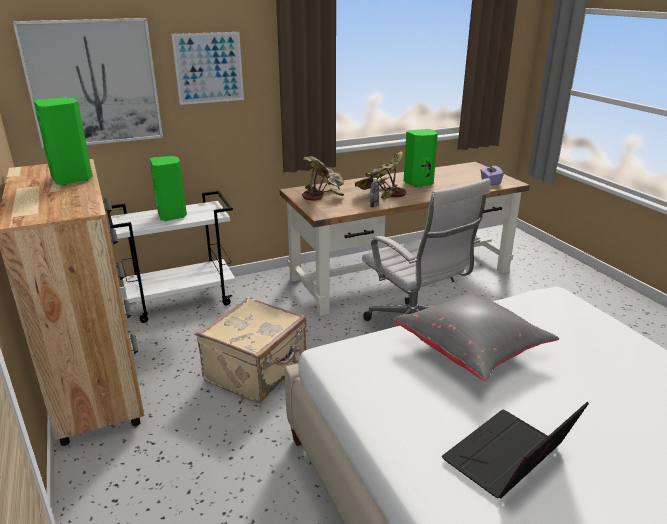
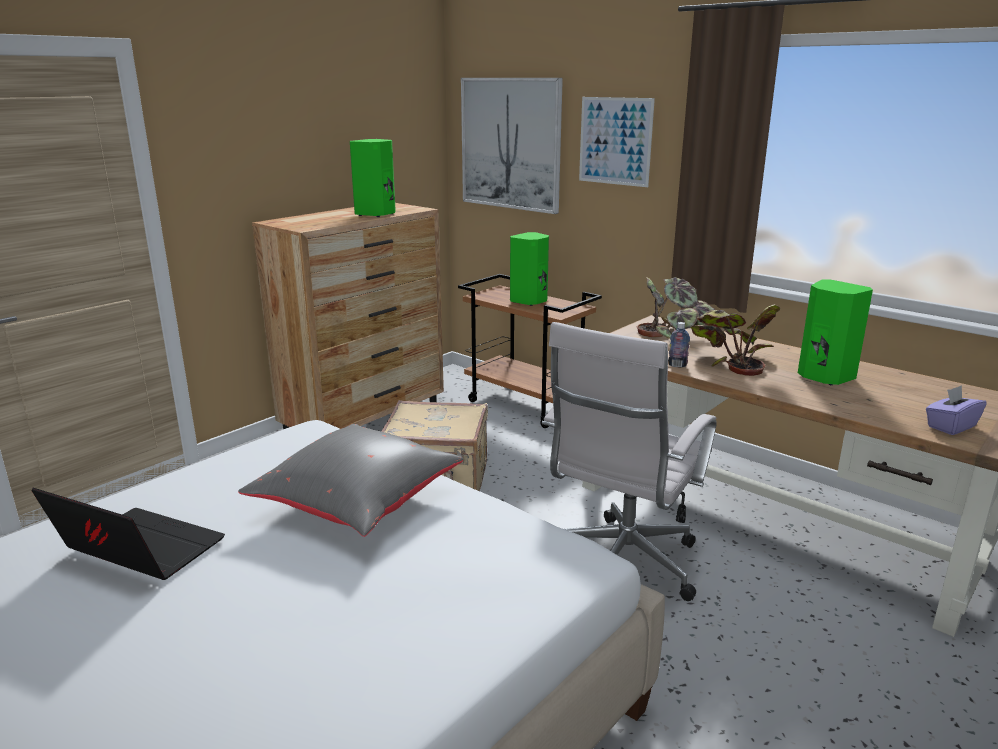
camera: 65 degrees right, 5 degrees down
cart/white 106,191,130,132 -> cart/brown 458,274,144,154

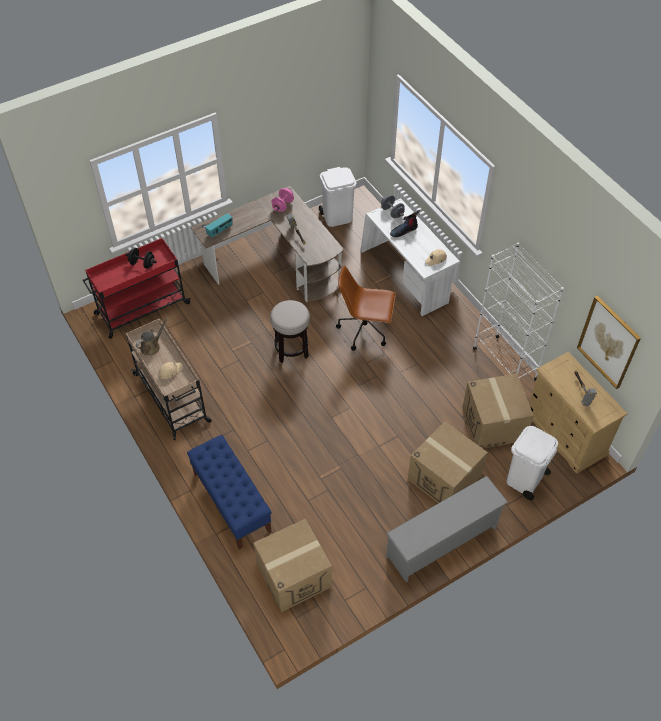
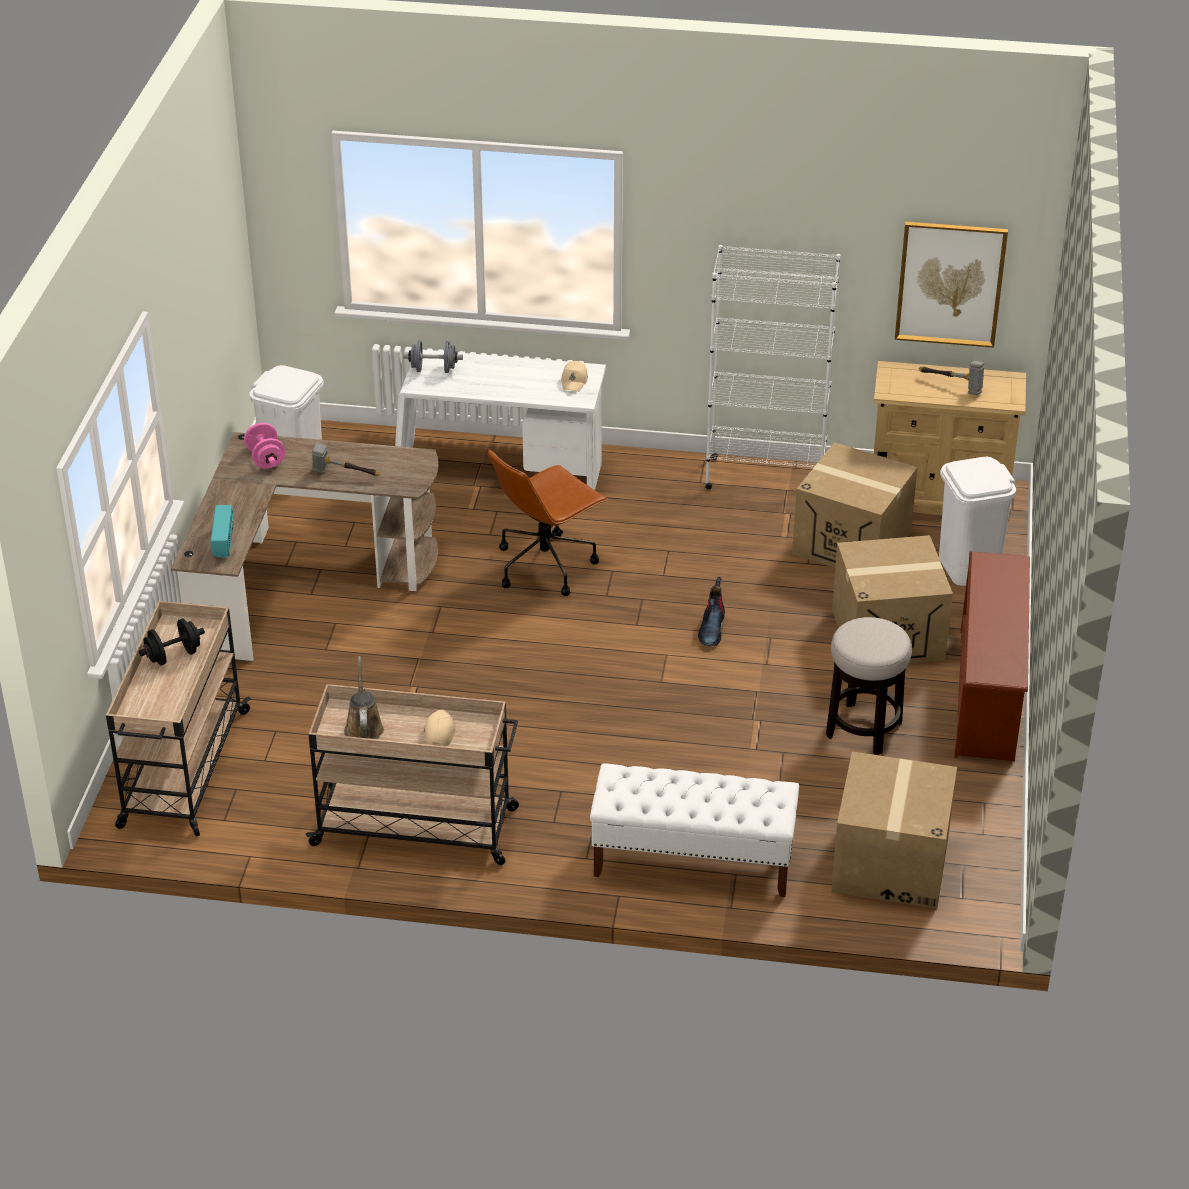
camera: 50 degrees left, 15 degrees down
cart/reddish 83,238,108,101 -> cart/sand-coloured 106,601,145,236
bench/blue 187,435,85,115 -> bench/white 590,763,209,134
tall boot 390,210,30,27 -> tall boot 698,577,27,69, move
stool 270,300,40,63 -> stool 826,617,86,138, move
shoe rack/greyish 386,476,122,106 -> shoe rack/brown 954,551,76,210

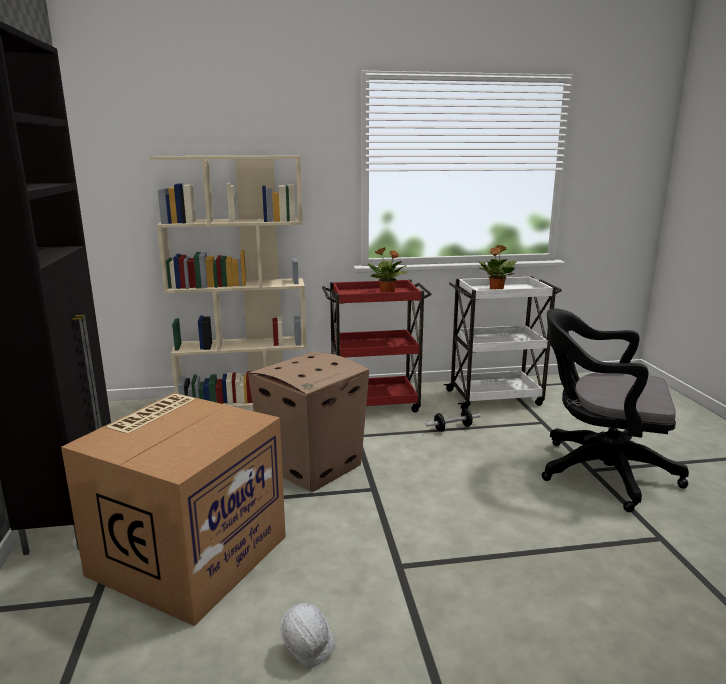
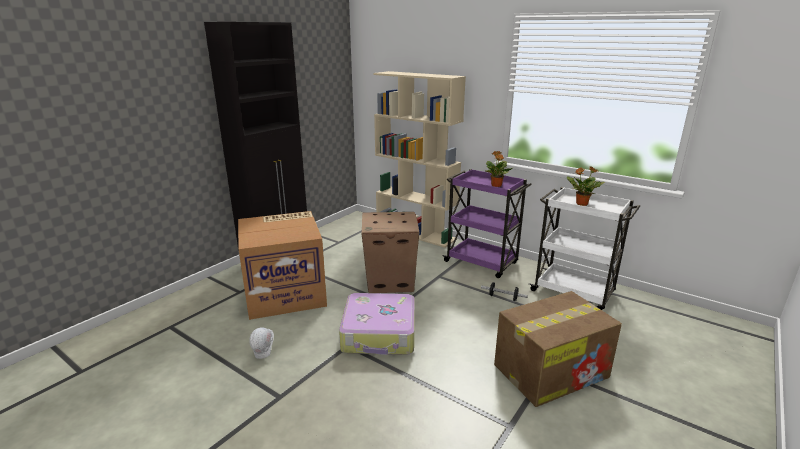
camera: 45 degrees right, 5 degrees up
none -> piece of luggage 339,293,76,62
cart/reddish 322,280,110,132 -> cart/purple-coloured 442,169,90,109
computer chair/black 542,308,147,204 -> cardboard box 494,291,128,116

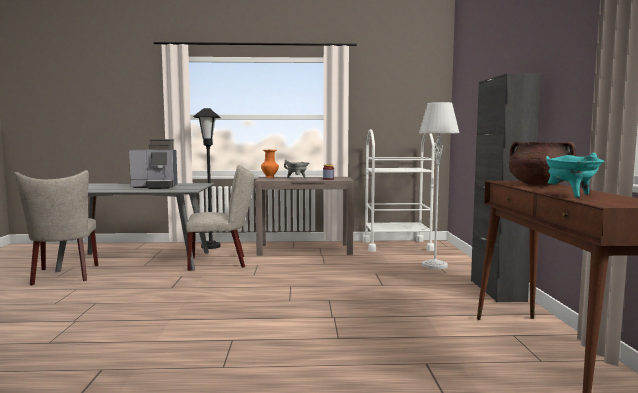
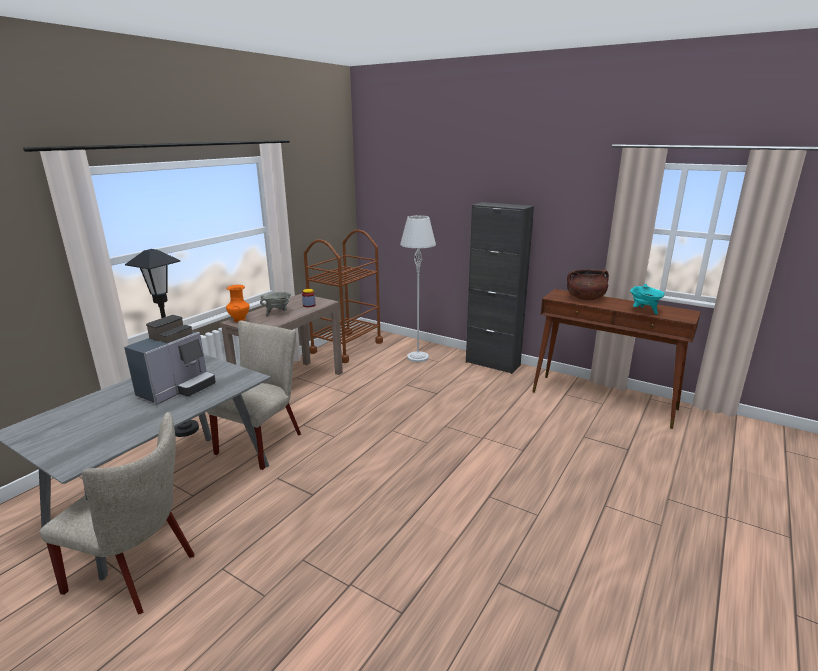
camera: 55 degrees left, 15 degrees up
cart/white 363,129,72,123 -> cart/brown 304,230,79,133

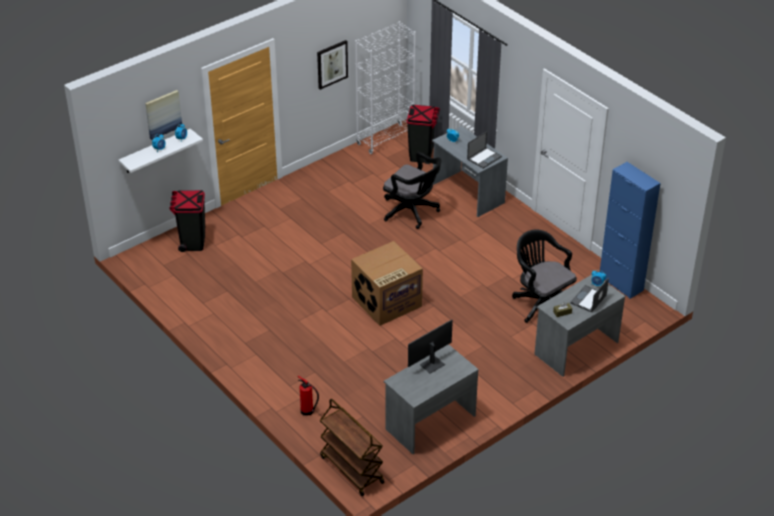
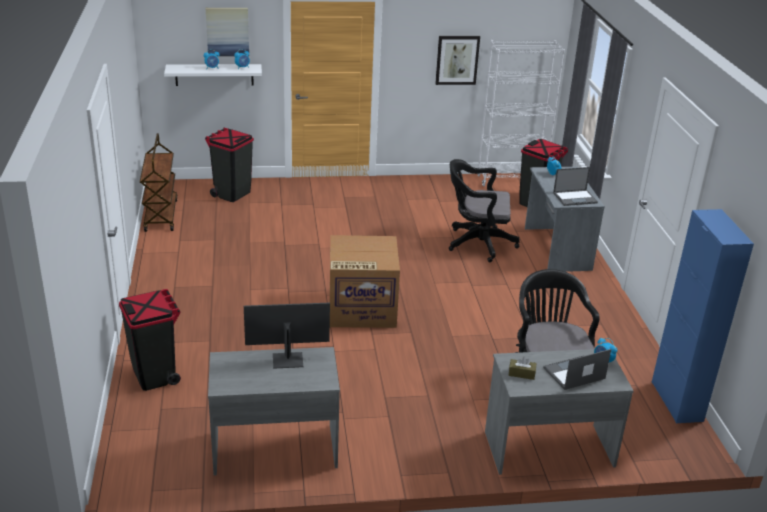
camera: 30 degrees right, 10 degrees down
extinguisher 298,376,21,39 -> waste bin/black 119,289,62,102
cart/brown 320,399,64,97 -> cart/brown 140,133,37,99, move
computer chair/black 383,152,58,77 -> computer chair/black 449,159,71,103, 120 degrees clockwise

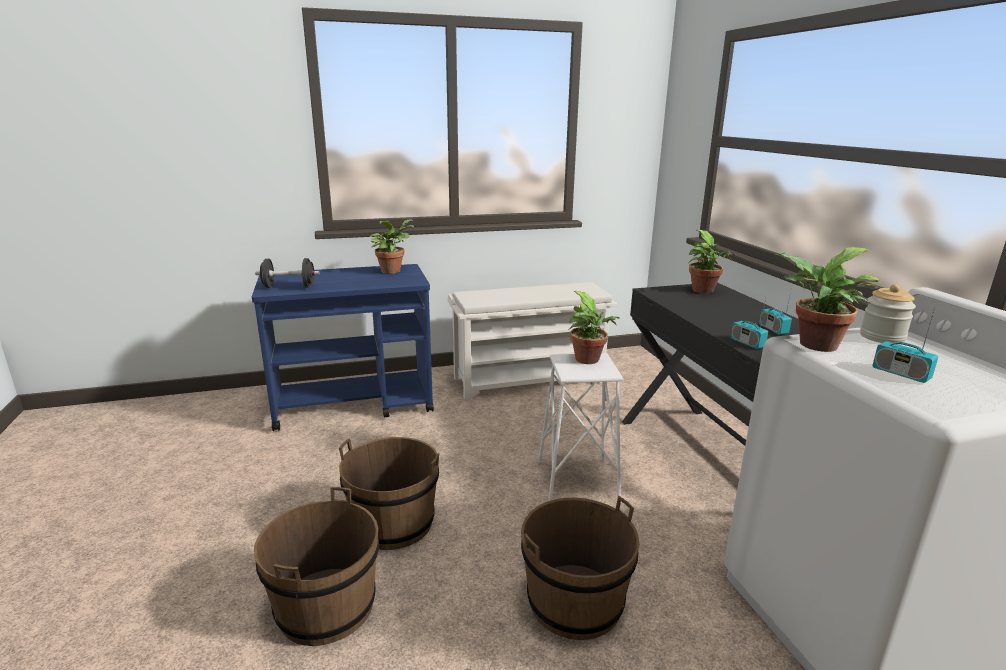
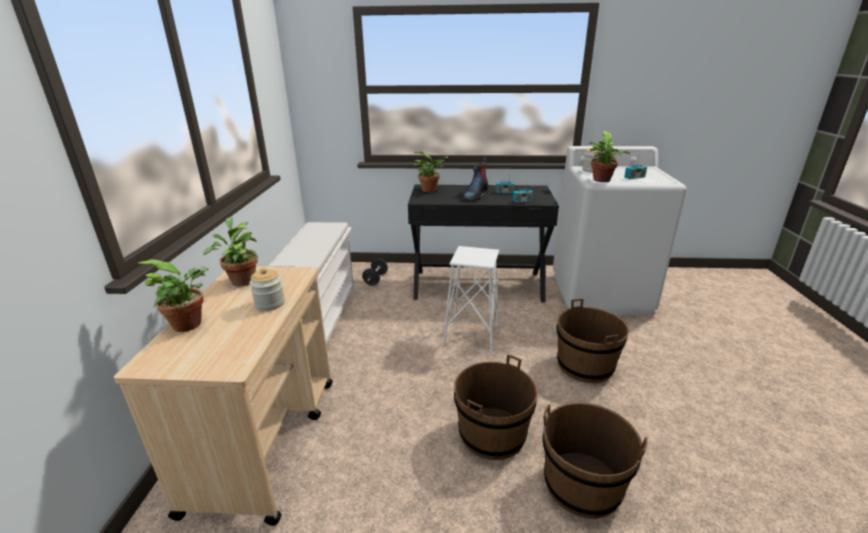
camera: 70 degrees left, 5 degrees up
cart/blue 252,264,182,167 -> cart/sand-coloured 114,266,219,260
houseplant 568,291,52,73 -> houseplant 136,259,72,73, move
none -> storage jar 249,268,36,43
hand weight/black 255,258,65,30 -> hand weight/black 362,259,26,26, move
none -> tall boot 462,156,26,44

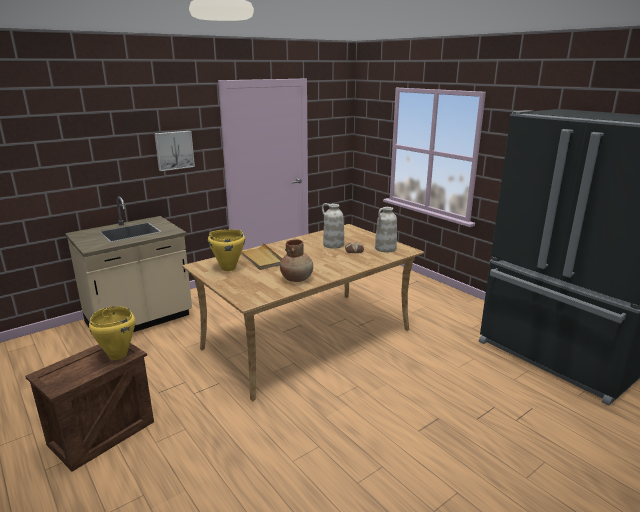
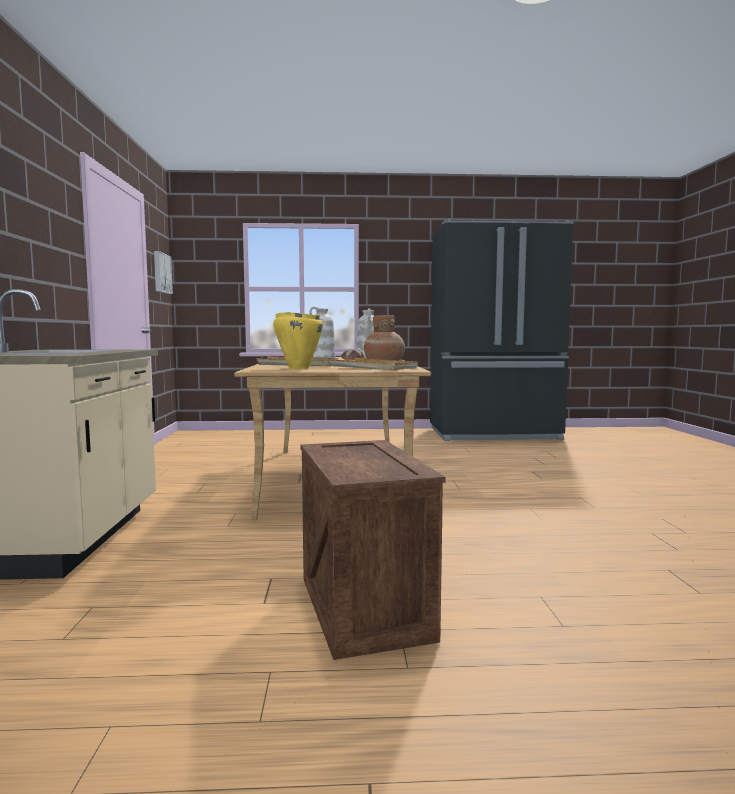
camera: 55 degrees left, 15 degrees down
picture 154,131,41,40 -> picture 154,251,19,43, move
none -> tray/sand-coloured 327,358,91,12
saucepot/yellow 89,306,46,54 -> none

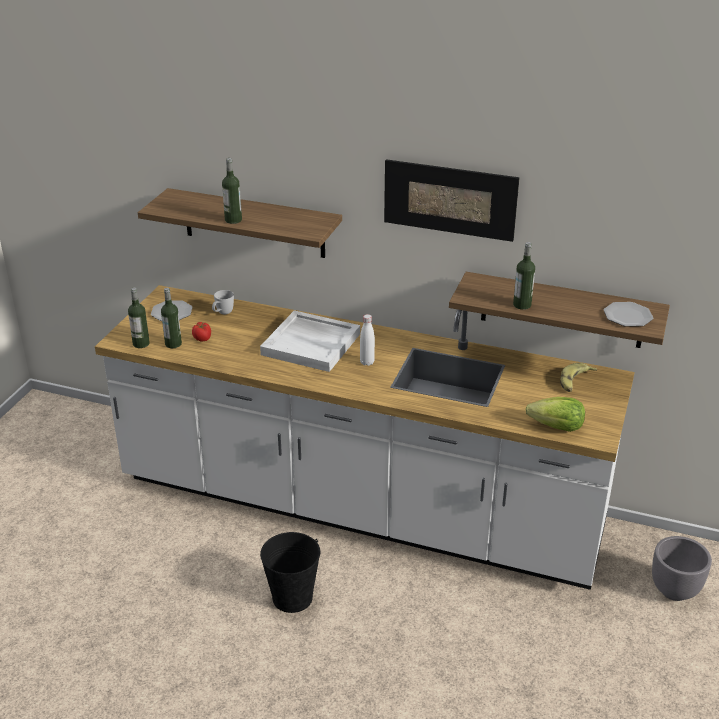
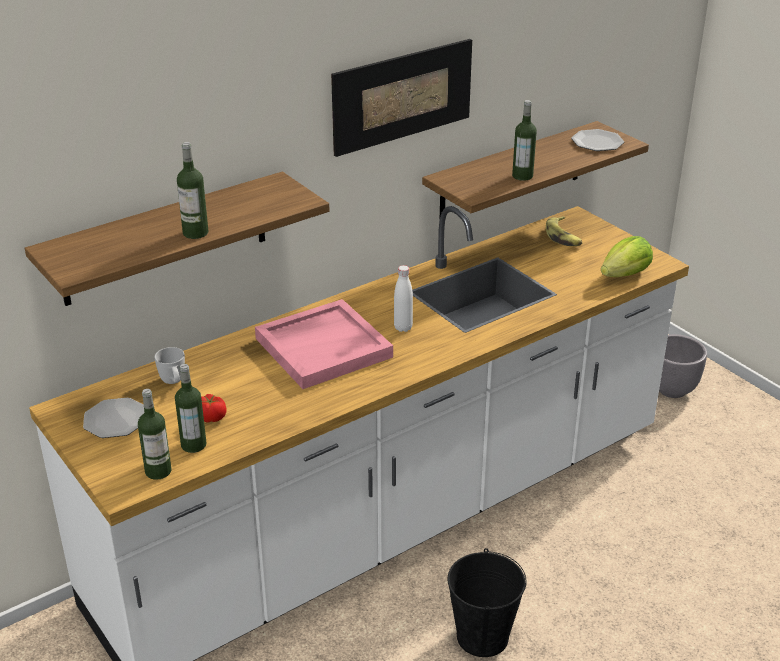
camera: 55 degrees left, 0 degrees up
tray/white 260,310,100,62 -> tray/pink 255,299,138,90

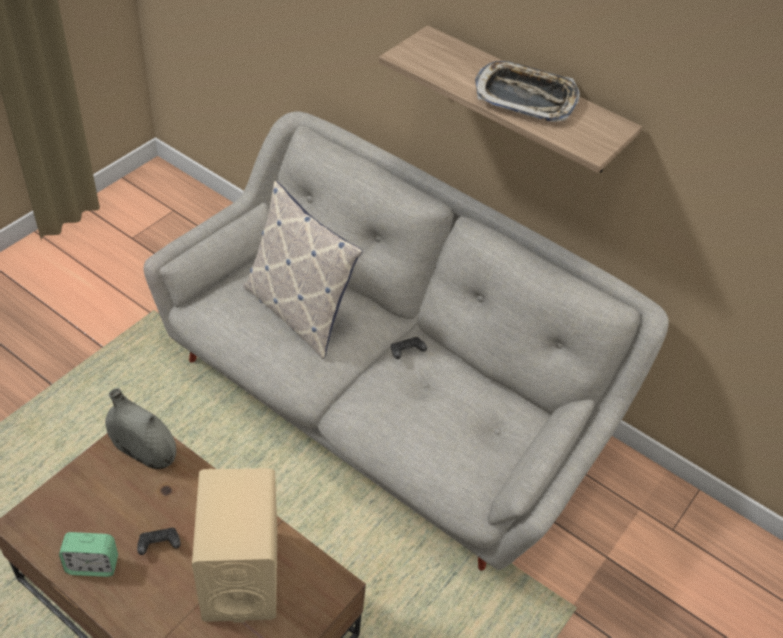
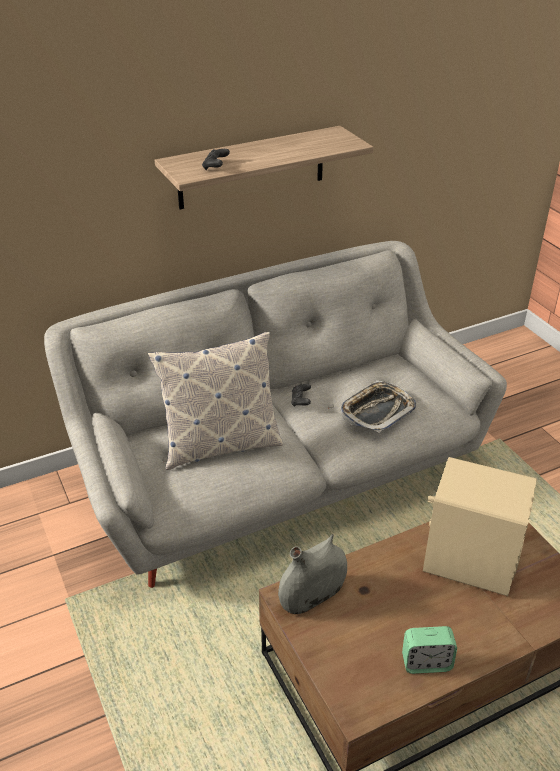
camera: 60 degrees left, 10 degrees down
joypad/black 137,528,44,27 -> joypad/black 202,149,28,21, move
tray 475,61,105,61 -> tray 340,380,76,53, move
table clock 59,532,59,45 -> table clock 402,626,55,48, 60 degrees clockwise

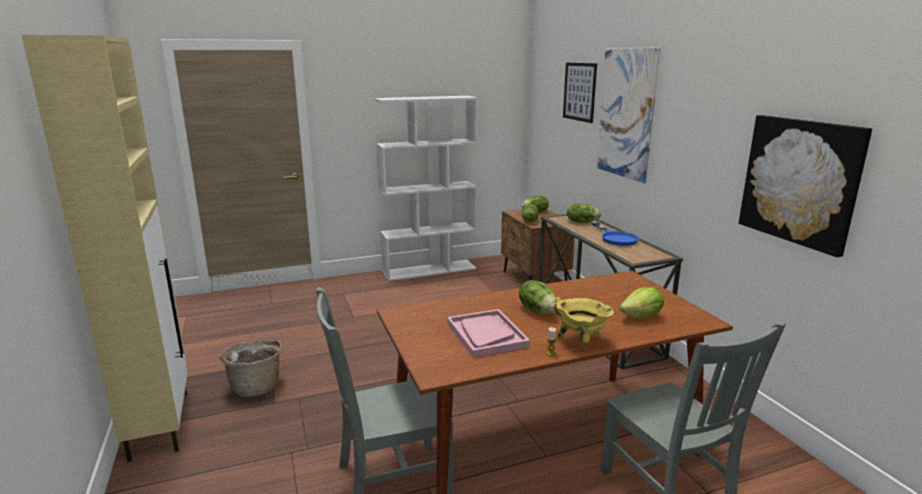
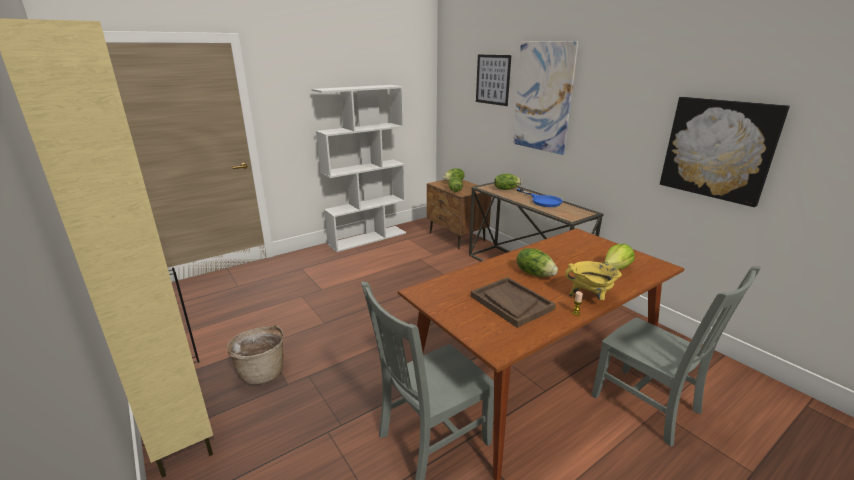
camera: 15 degrees left, 5 degrees up
tray/pink 447,309,83,49 -> tray/brown 471,277,85,51

